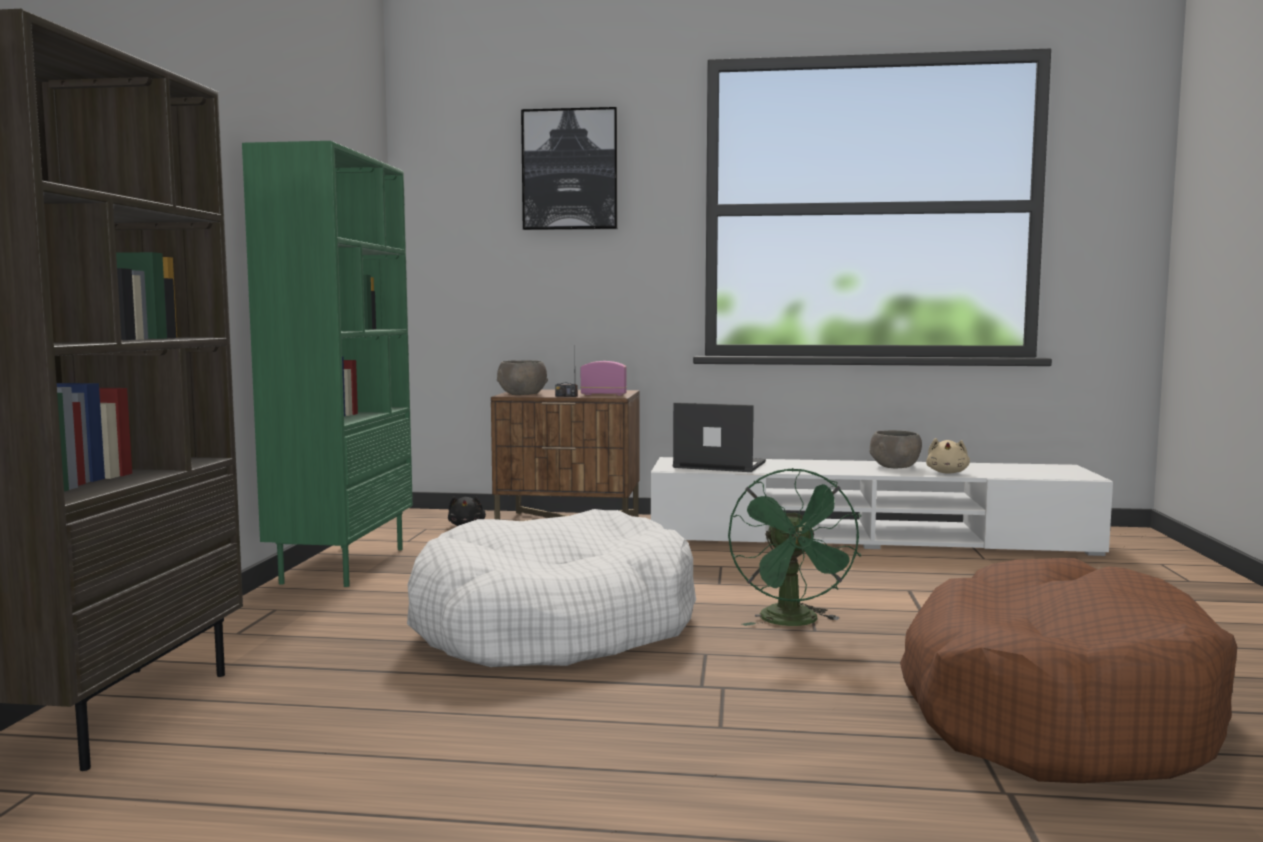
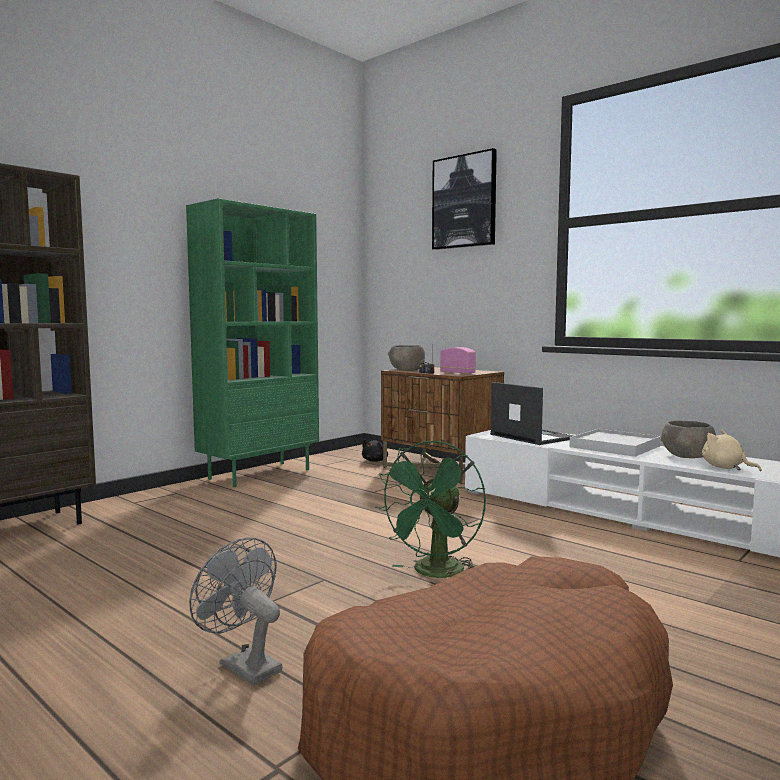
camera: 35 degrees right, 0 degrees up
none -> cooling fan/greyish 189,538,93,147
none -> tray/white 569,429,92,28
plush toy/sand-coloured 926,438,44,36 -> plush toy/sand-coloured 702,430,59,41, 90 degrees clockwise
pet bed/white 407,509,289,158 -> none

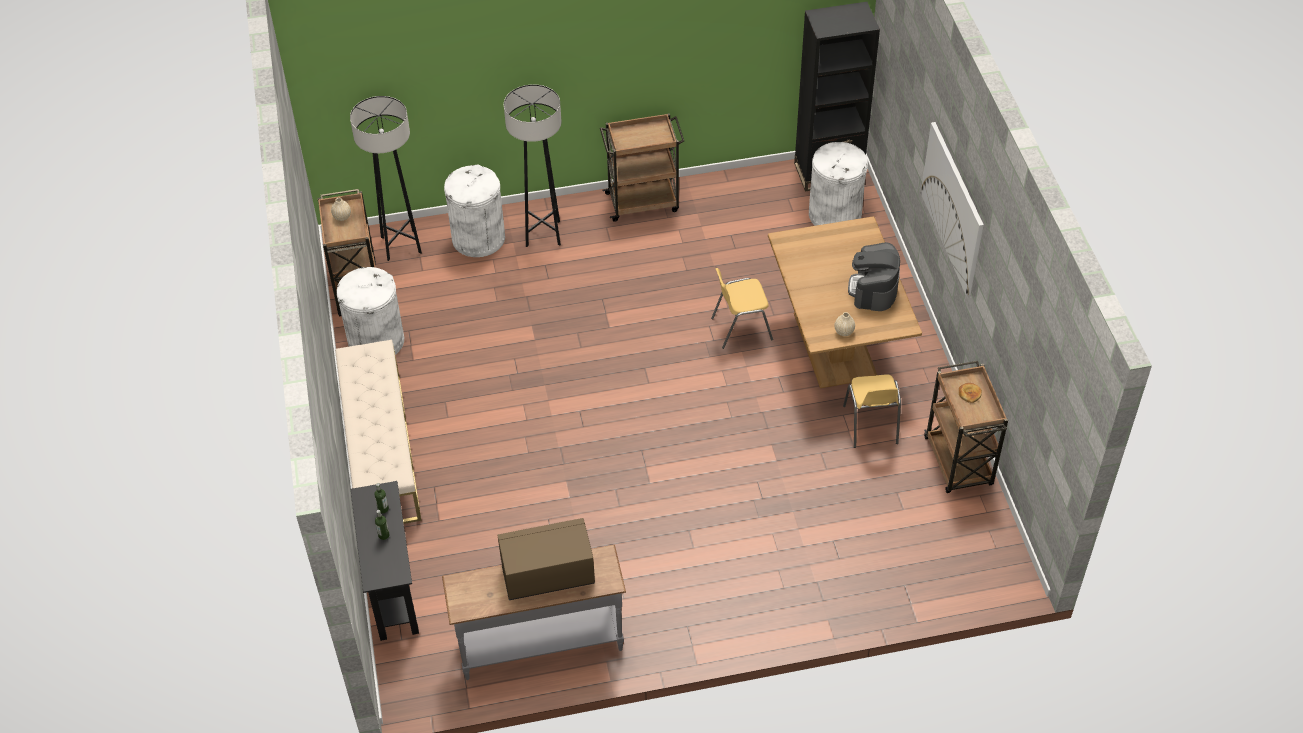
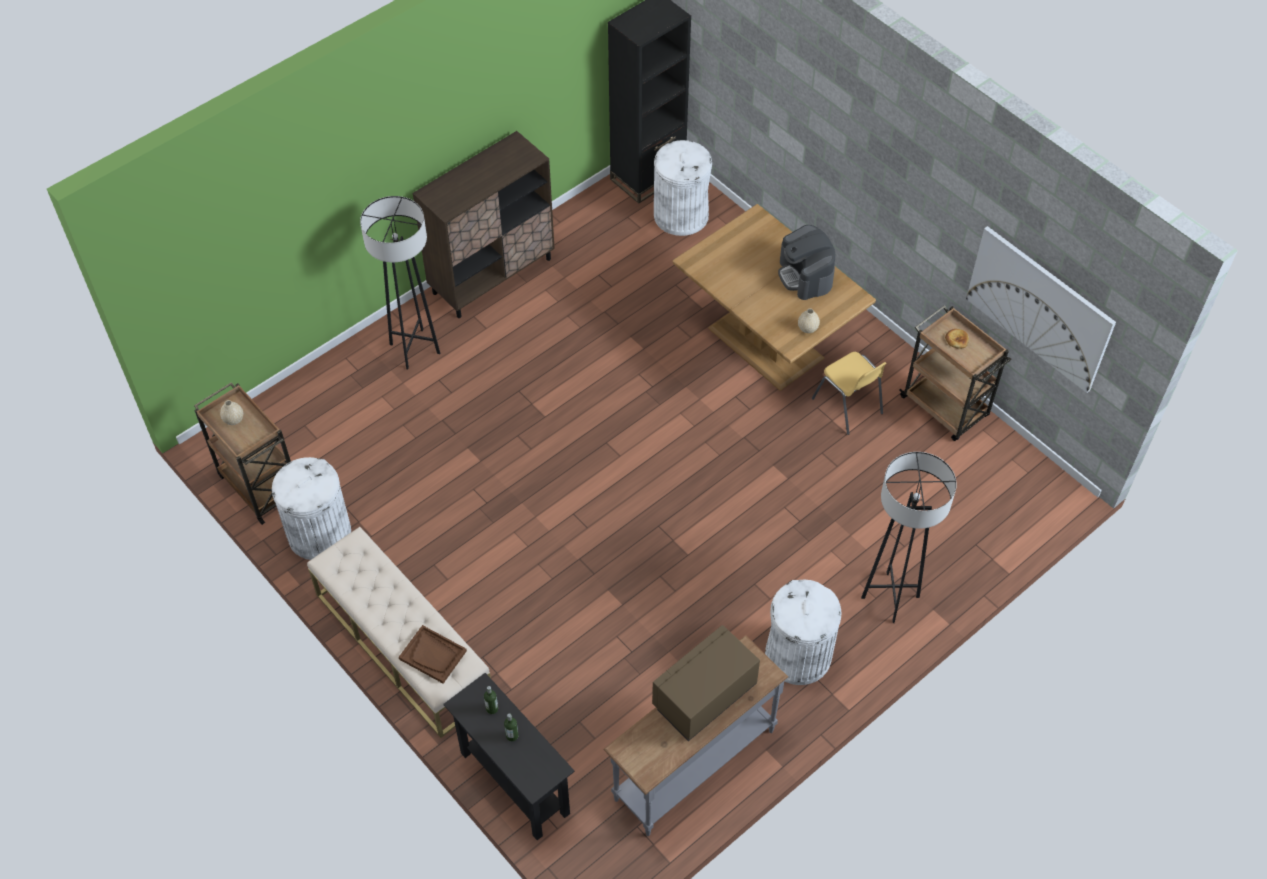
camera: 30 degrees left, 5 degrees up
none -> tray/brown 399,625,68,59
cart/brown 600,113,84,109 -> cabinet/brown 413,131,142,187
waste bin/white 444,164,61,93 -> waste bin/white 765,580,77,105, move
standing lamp/greyish 350,96,72,165 -> standing lamp/greyish 861,452,96,171, move
picture 921,122,63,174 -> picture 966,226,150,167, move
chair/yellow 711,268,62,81 -> none

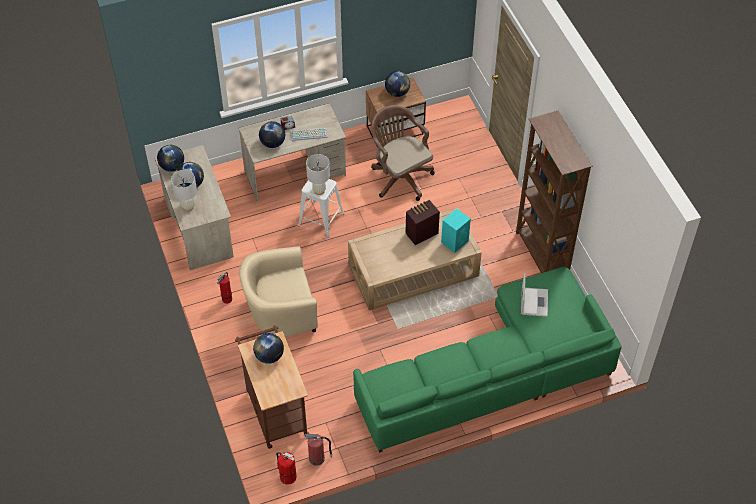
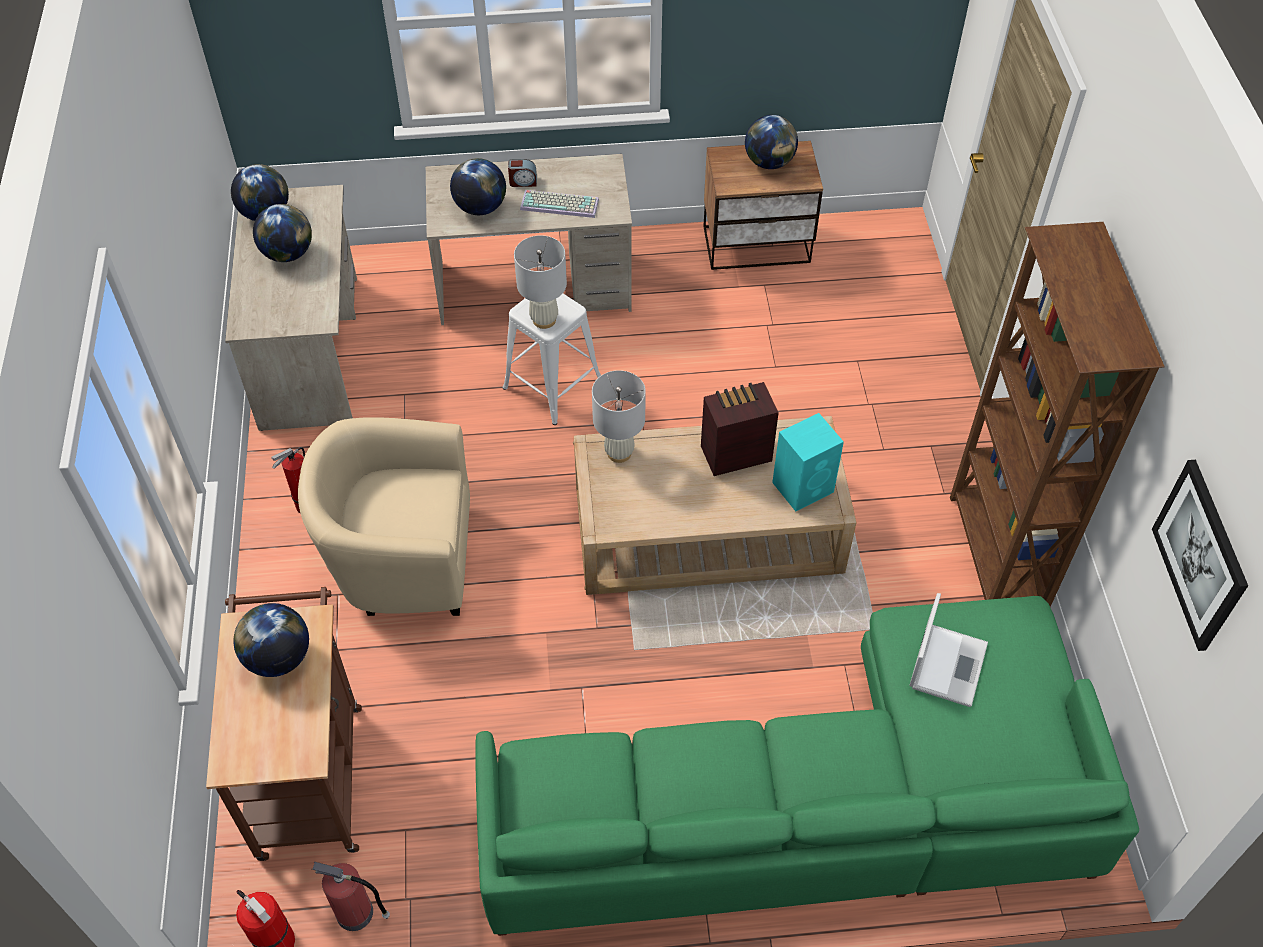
camera: 15 degrees right, 0 degrees up
tabletop lamp/white 171,170,26,41 -> tabletop lamp/white 592,370,54,93, move
none -> picture 1152,460,96,191
computer chair/brown 371,105,64,96 -> none

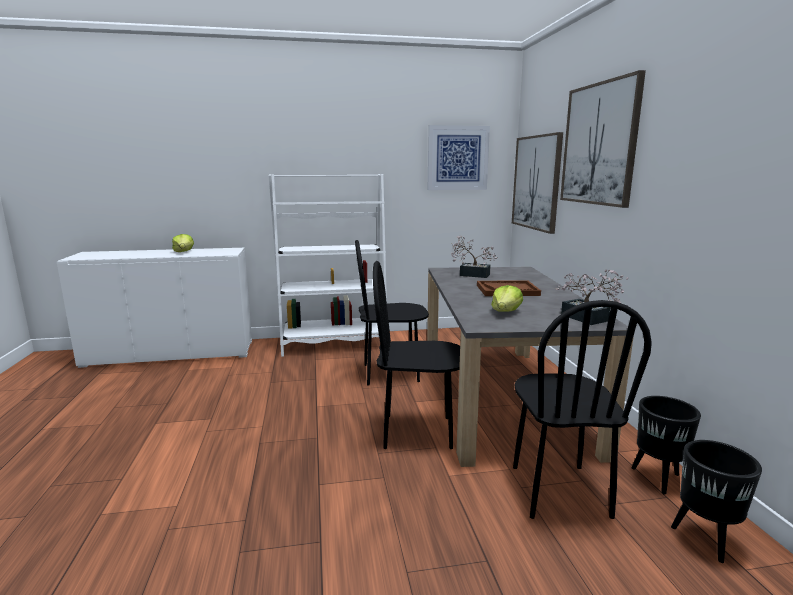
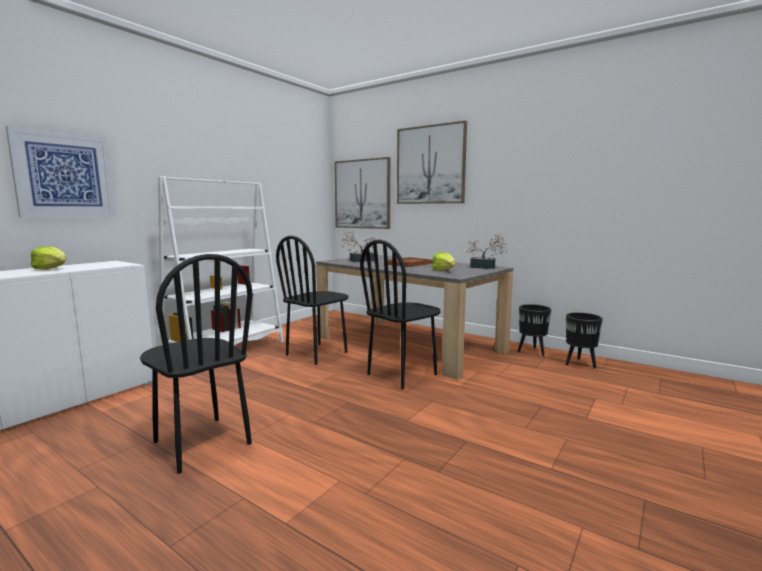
camera: 45 degrees left, 5 degrees down
picture 428,125,62,65 -> picture 6,125,109,93, move
chair/black 513,300,139,219 -> chair/black 140,254,113,220, move

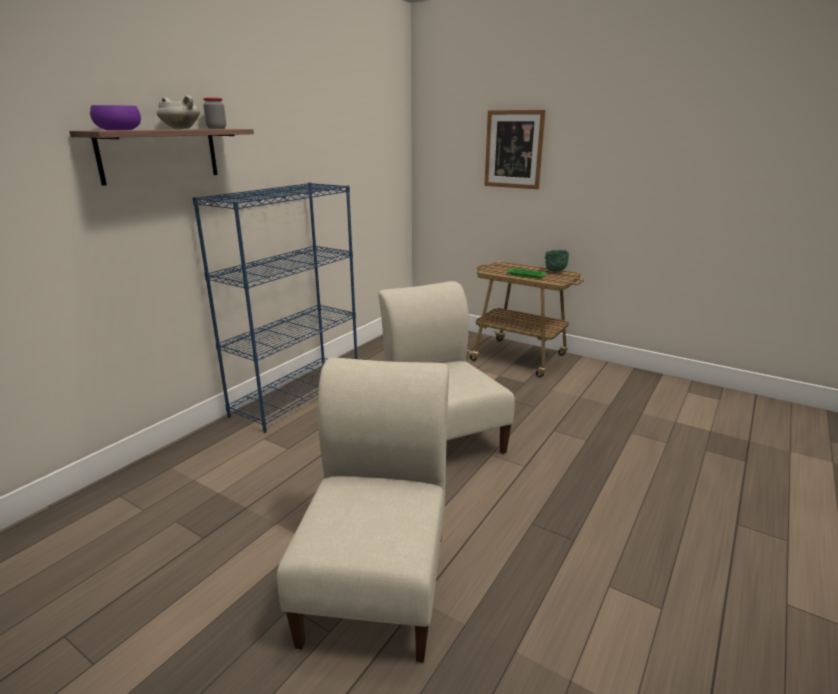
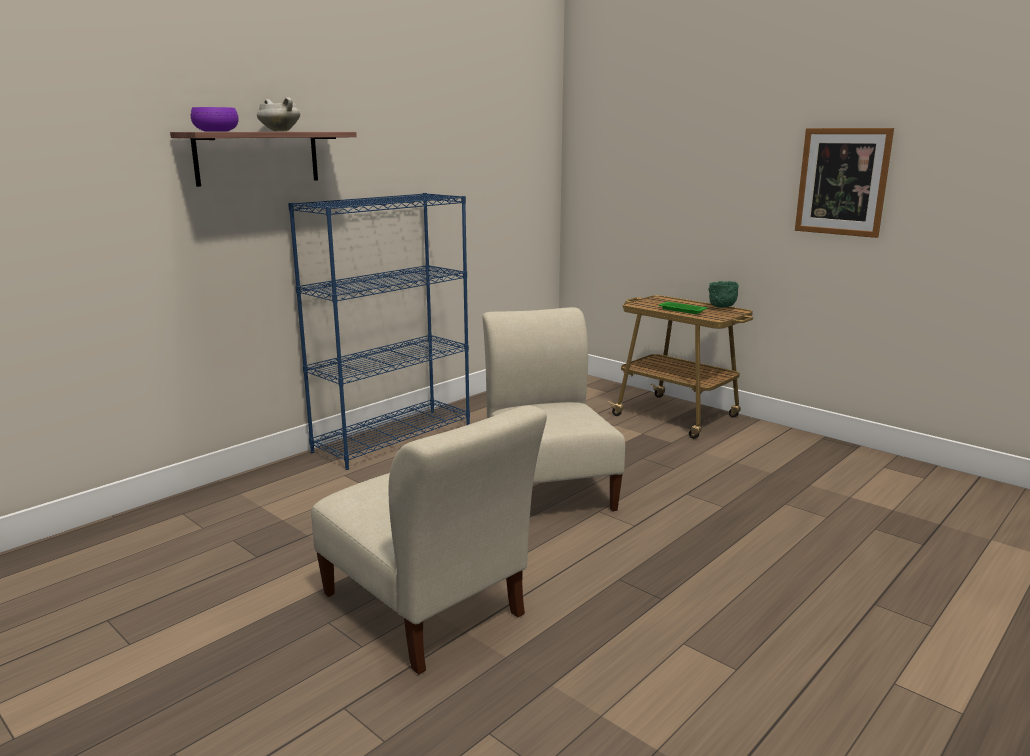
camera: 10 degrees right, 5 degrees down
chair/sand-coloured 277,358,172,304 -> chair/sand-coloured 311,406,236,268, 120 degrees clockwise
picture 484,110,62,79 -> picture 795,128,99,110, move
storage jar 203,98,23,31 -> none

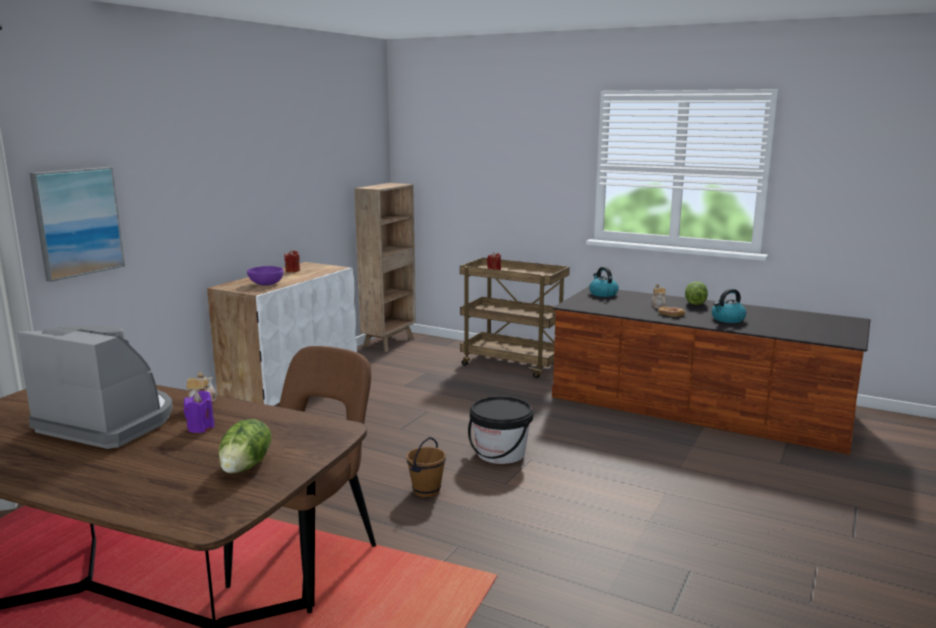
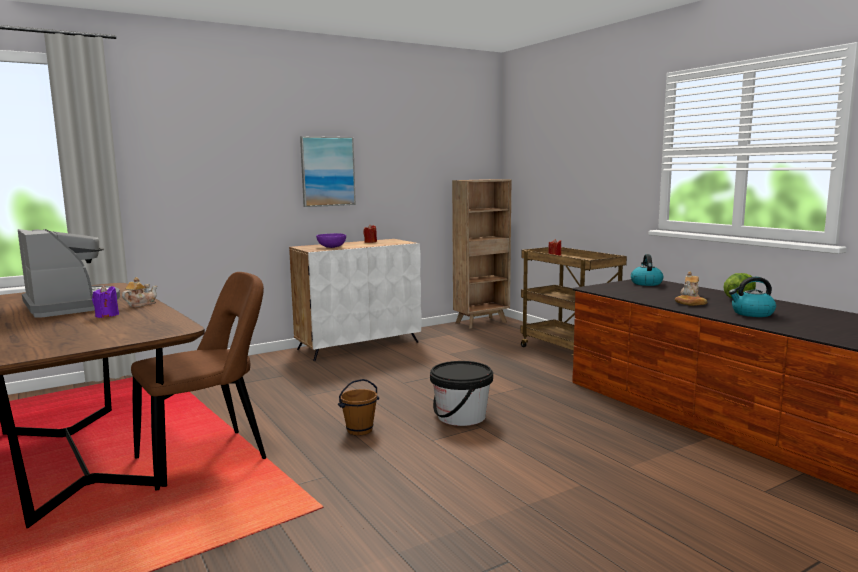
camera: 30 degrees right, 5 degrees down
picture 30,167,95,115 -> picture 300,136,56,71, move
lettuce head 219,419,53,55 -> none

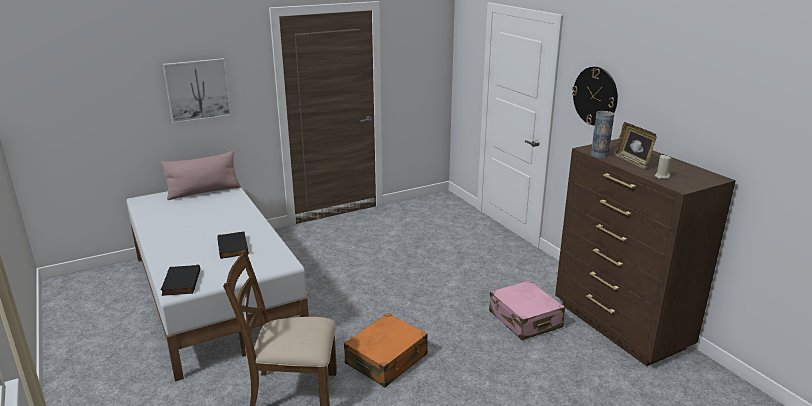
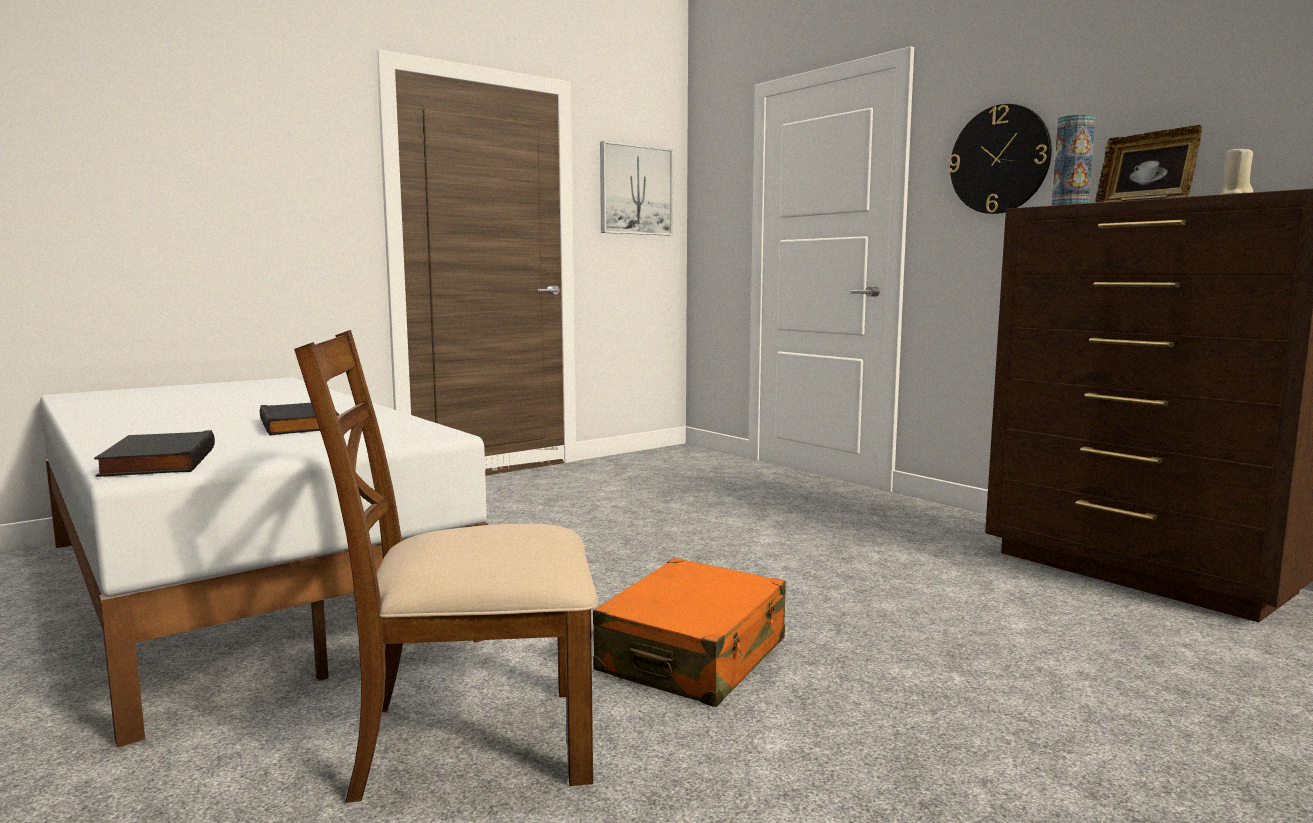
camera: 10 degrees left, 15 degrees down
picture 163,58,69,66 -> picture 600,141,73,95, move
cushion/pink 160,151,81,49 -> none
piece of luggage/pink 489,280,76,60 -> none

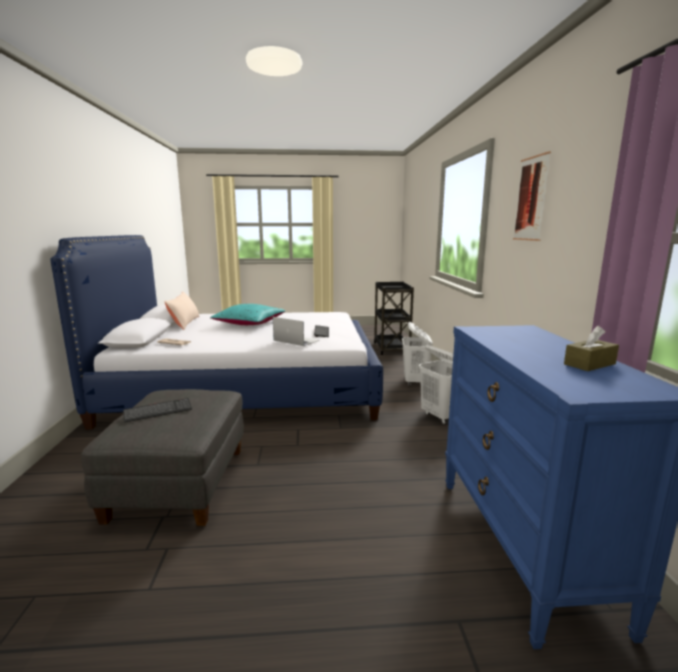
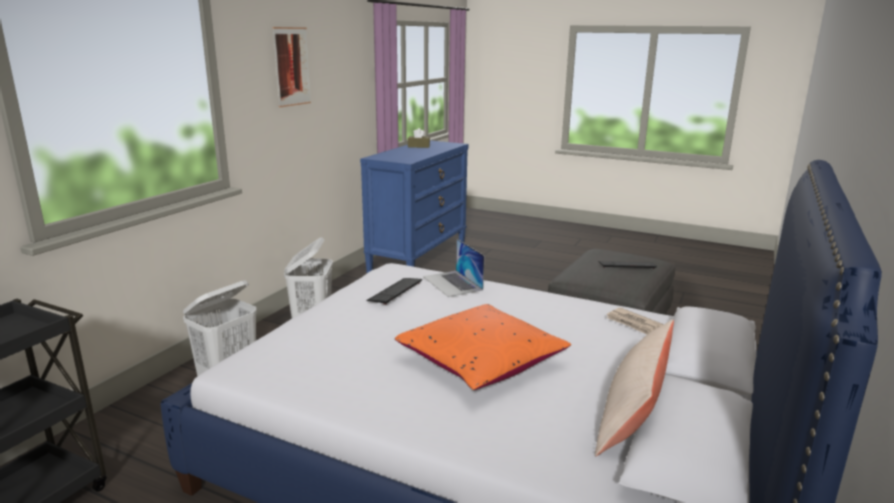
camera: 150 degrees left, 5 degrees up
cushion/turquoise 210,304,75,21 -> cushion/orangey 395,304,176,86

